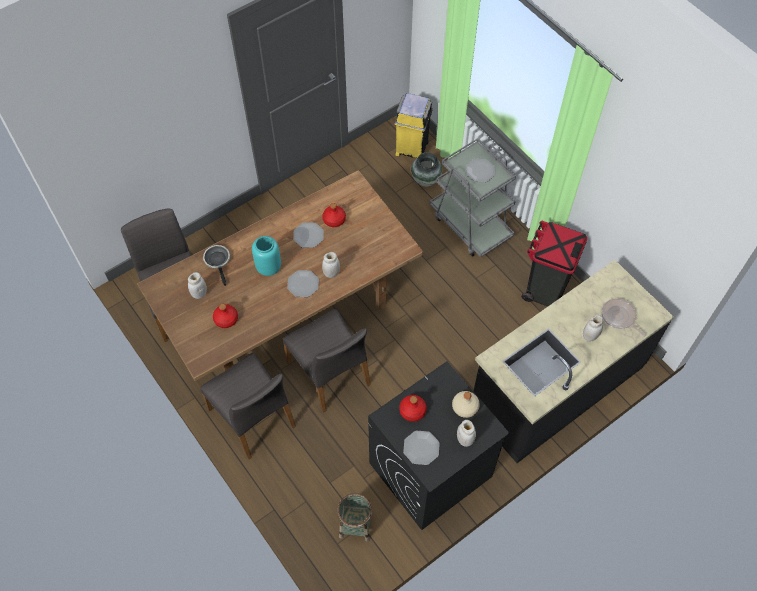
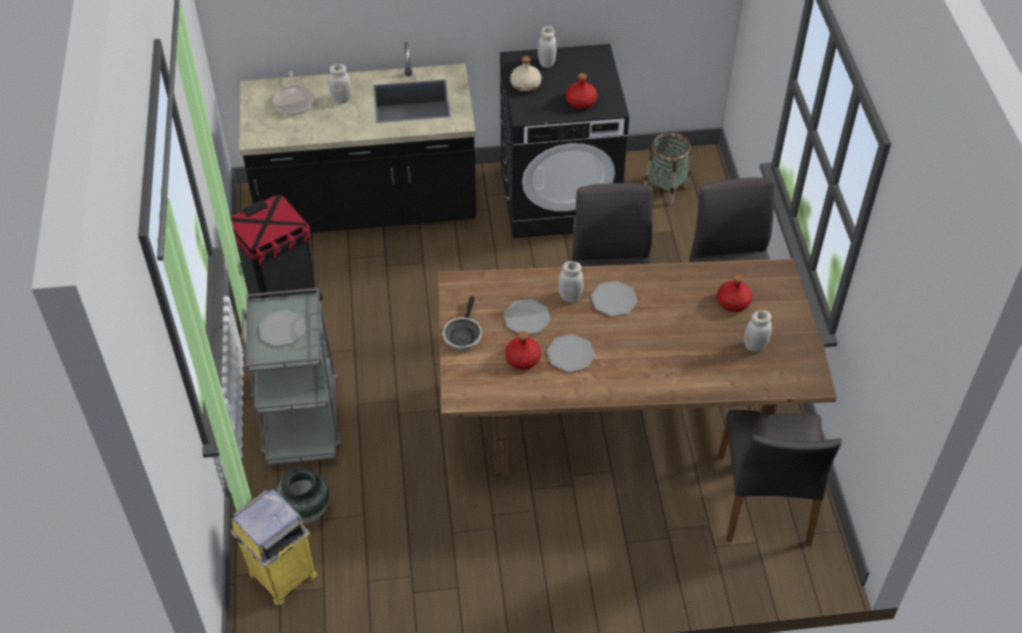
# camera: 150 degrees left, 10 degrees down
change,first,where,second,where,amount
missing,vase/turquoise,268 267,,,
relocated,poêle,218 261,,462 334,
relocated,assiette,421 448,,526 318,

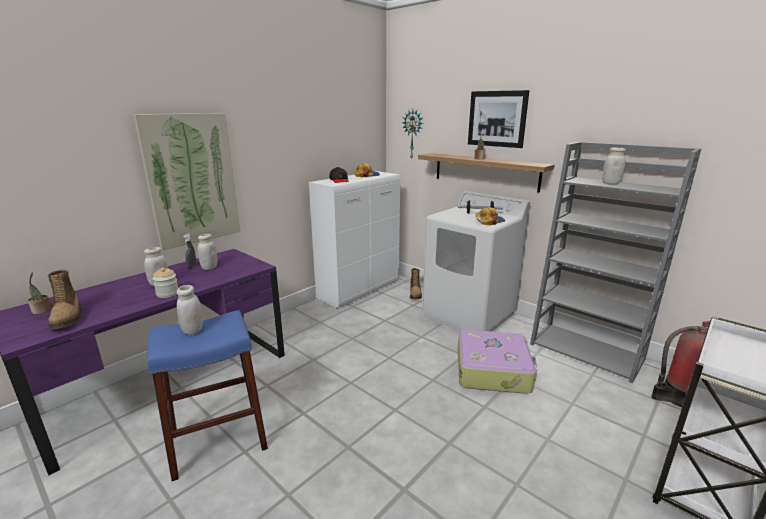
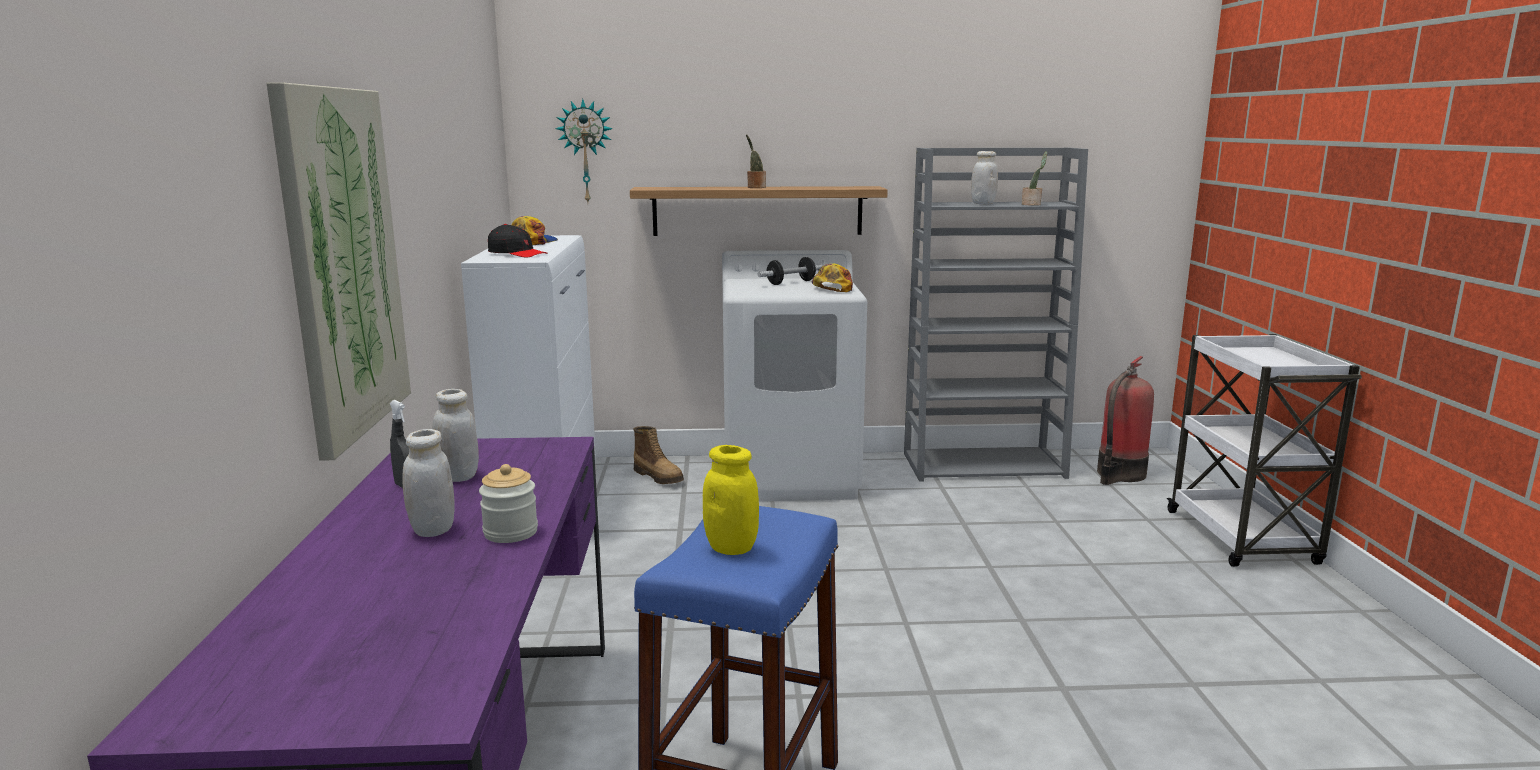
# camera: 45 degrees left, 5 degrees down
change,first,where,second,where,amount
missing,botte,68 318,,,
missing,valise,493 370,,,
missing,tableau,496 119,,,
relocated,plante en pot,42 311,,1032 204,
colour,bocal/blanc,193 330,bocal/jaune,731 548,

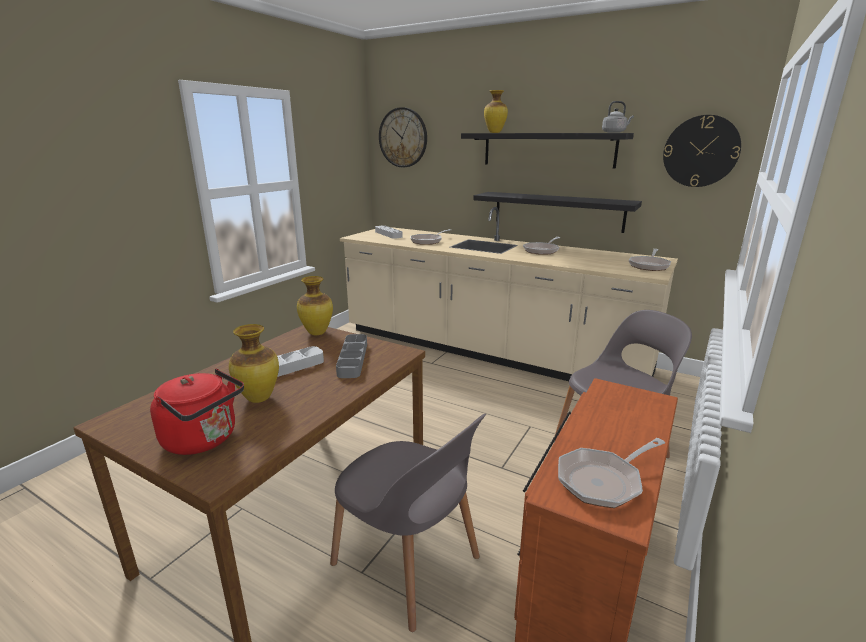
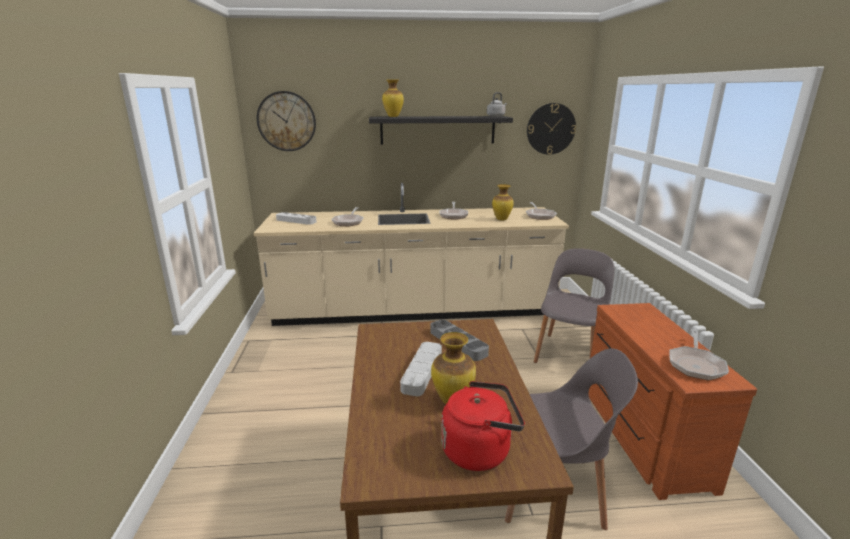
# camera: 35 degrees left, 0 degrees up
change,first,where,second,where,amount
missing,étagère/noir,557 211,,,
relocated,vase,318 333,,502 219,

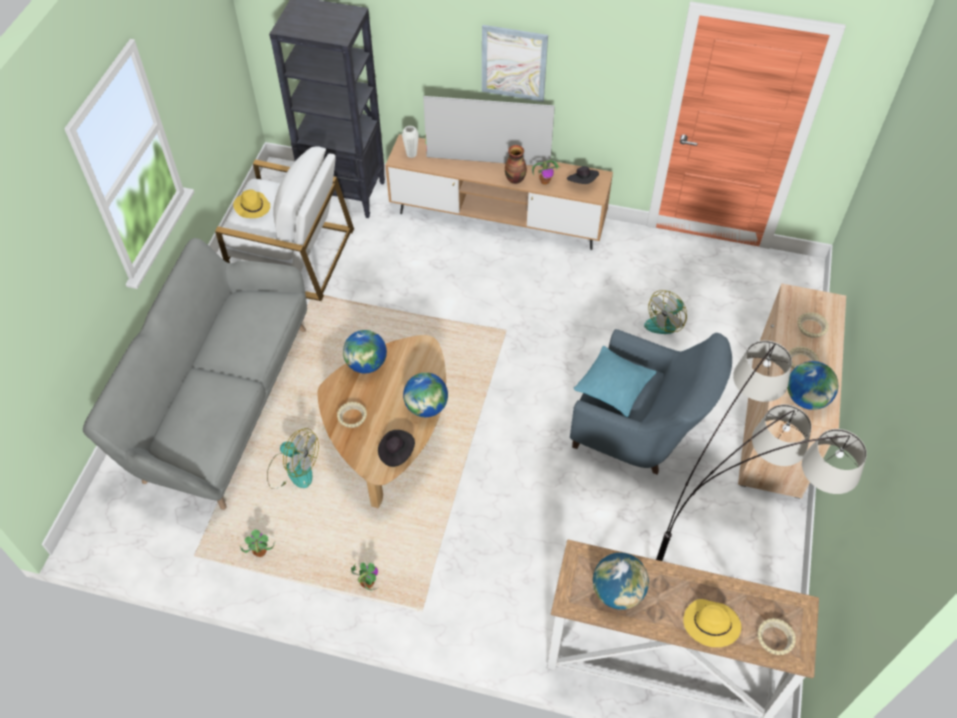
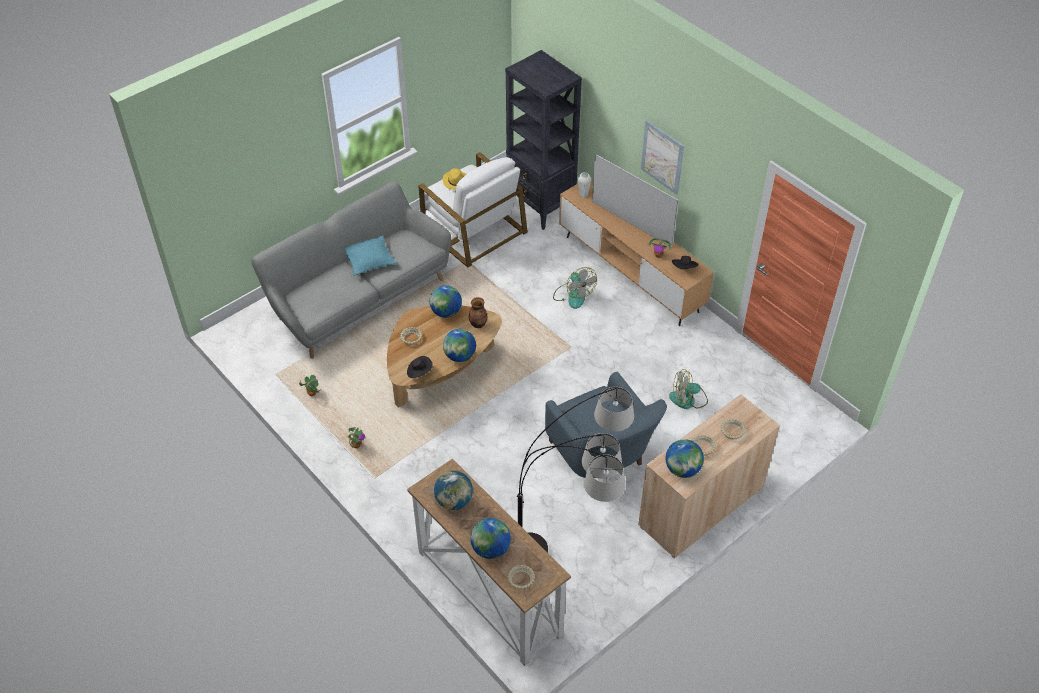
# camera: 35 degrees right, 5 degrees down
change,first,where,second,where,amount
relocated,ventilateur,293 469,,573 295,
relocated,vase,515 179,,478 324,
relocated,coussin/turquoise,614 386,,369 260,
exchanged,chapeau/jaune,710 624,globe,490 549,

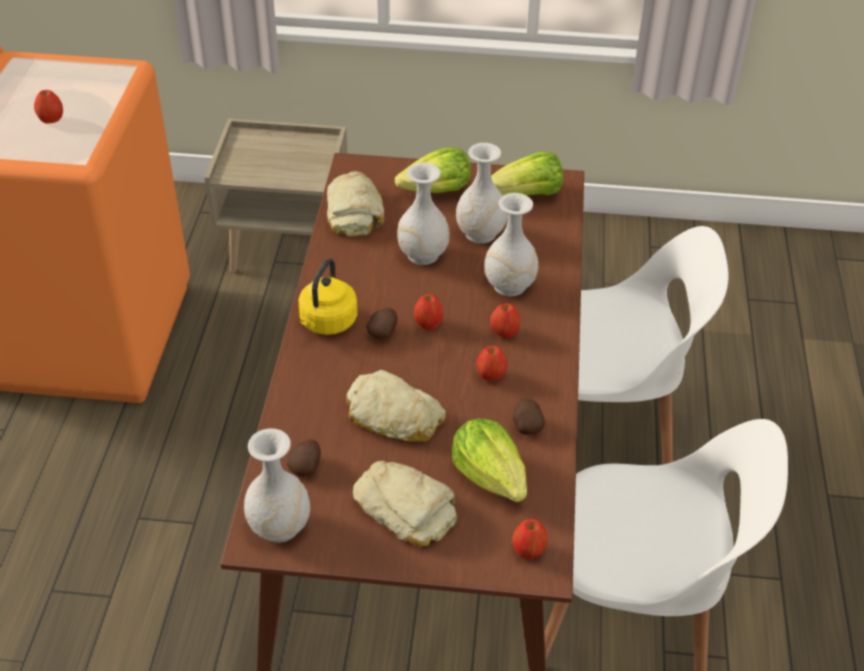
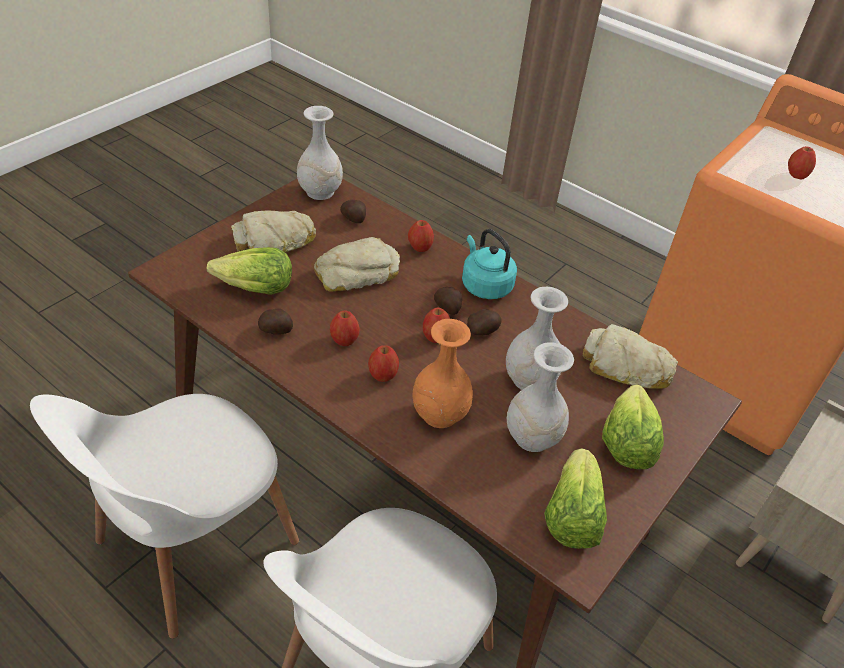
# camera: 120 degrees right, 0 degrees up
change,first,where,second,where,amount
appeared,,,pomme de terre,483 331,
relocated,pomme,528 551,,420 248,
colour,bouilloire/jaune,327 323,bouilloire/turquoise,485 285,
colour,vase/blanc,509 286,vase/orange,439 413,

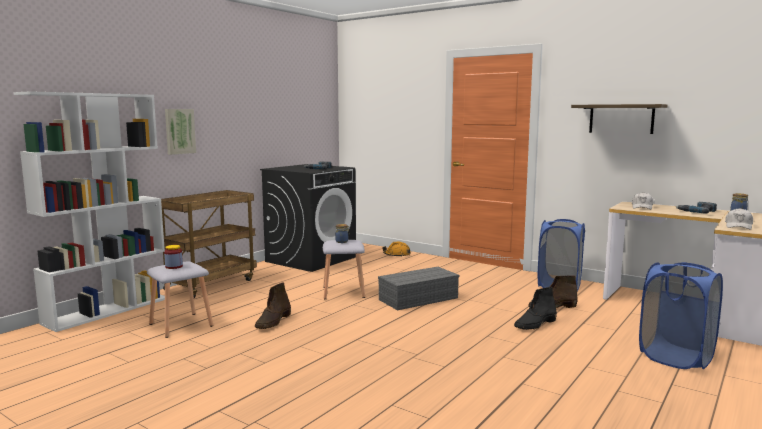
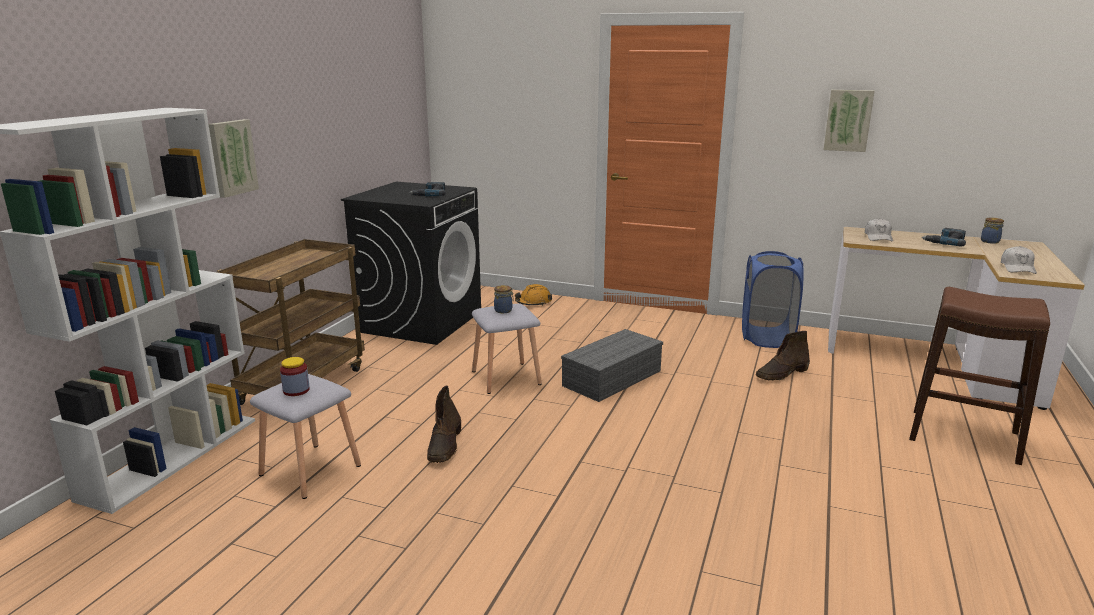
# camera: 15 degrees left, 10 degrees up
change,first,where,second,where,amount
missing,botte/noir,535 324,,,
exchanged,étagère,621 119,tableau,848 120,
exchanged,panier à linge/bleu,675 357,tabouret/marron,963 436,

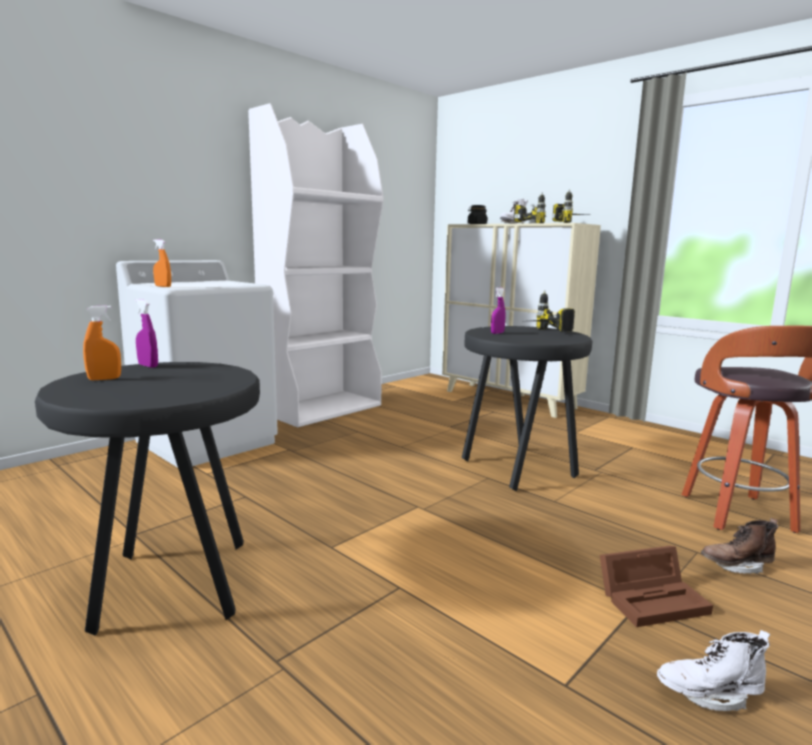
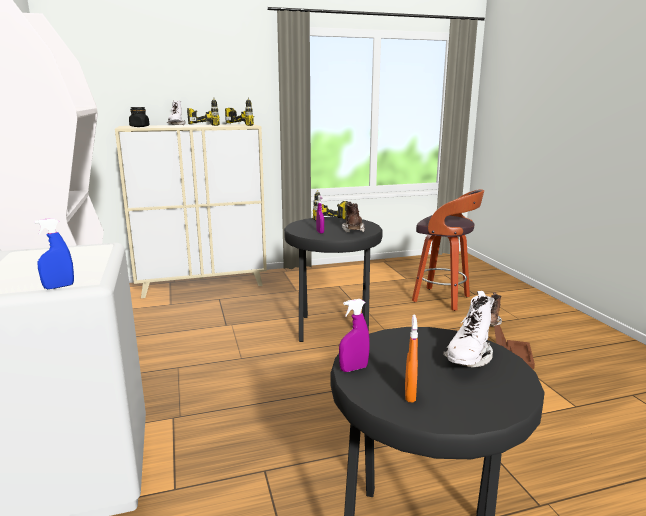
# camera: 60 degrees left, 5 degrees up
change,first,where,second,where,amount
appeared,,,botte/marron,353 229,
relocated,botte/blanc,708 694,,468 358,
colour,vaporisateur/orange,163 286,vaporisateur/bleu,59 286,

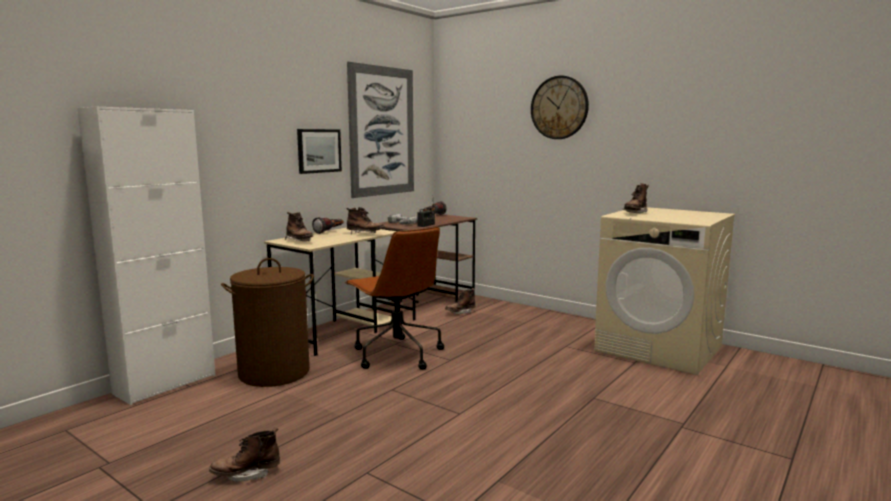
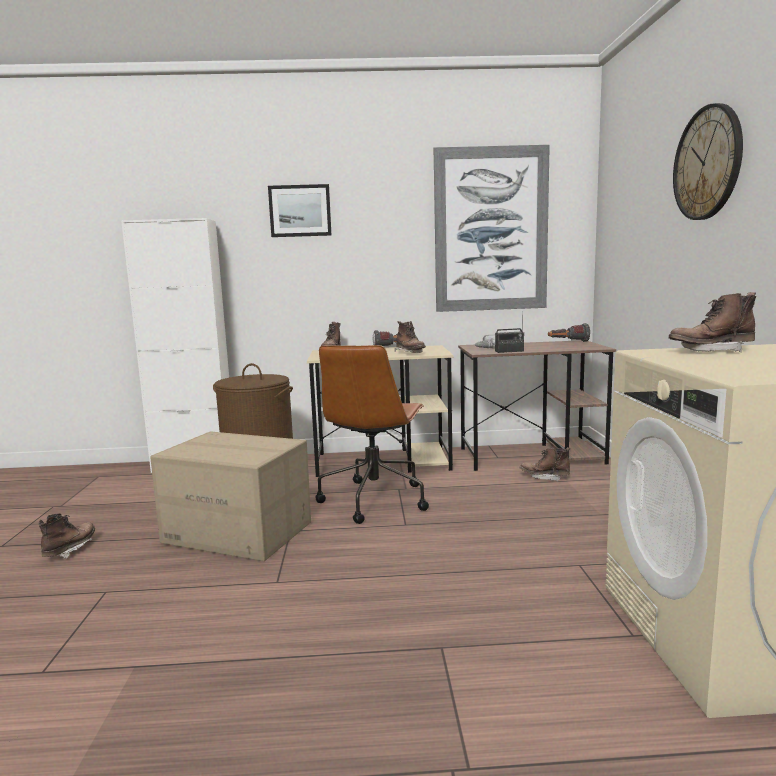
# camera: 50 degrees right, 0 degrees up
change,first,where,second,where,amount
appeared,,,carton,239 532,
relocated,tableau,319 151,,300 211,
spun,botte/marron,246 474,,70 549,75 degrees clockwise

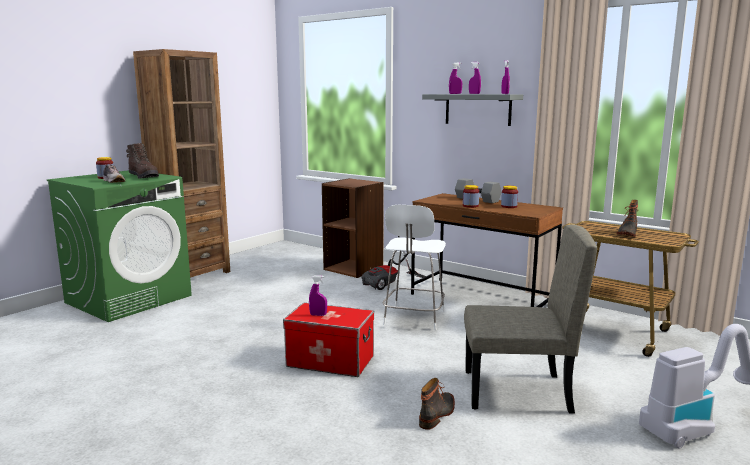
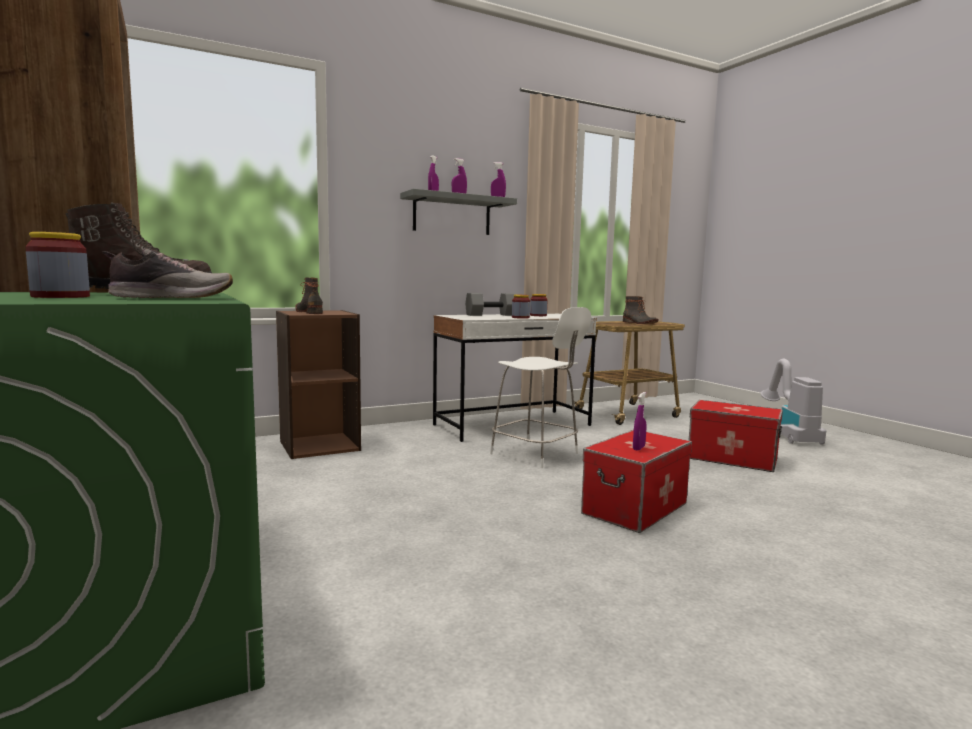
# camera: 65 degrees left, 5 degrees down
change,first,where,second,where,amount
missing,aspirateur,391 283,,,
relocated,botte,437 414,,310 312,
exchanged,chaise/beige,516 392,boîte de rangement,732 458,
colour,bureau/marron,481 300,bureau/blanc,513 425,

